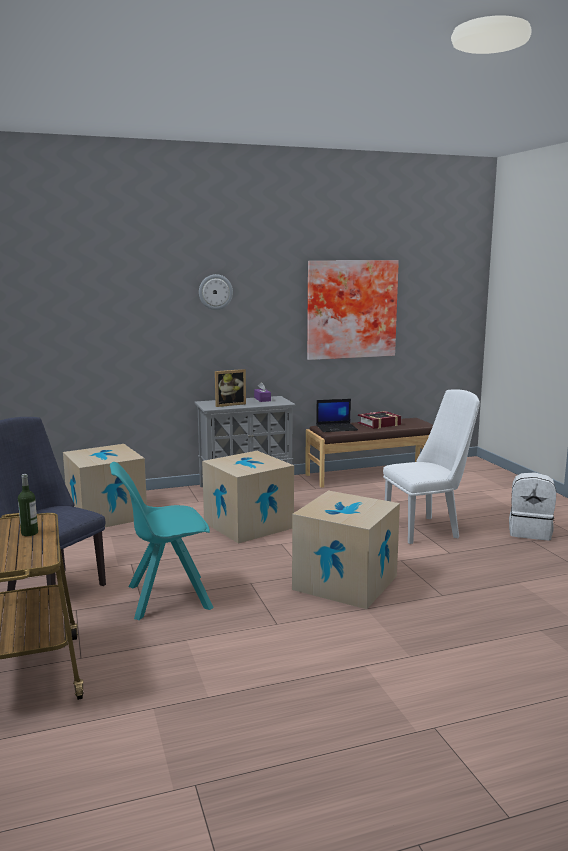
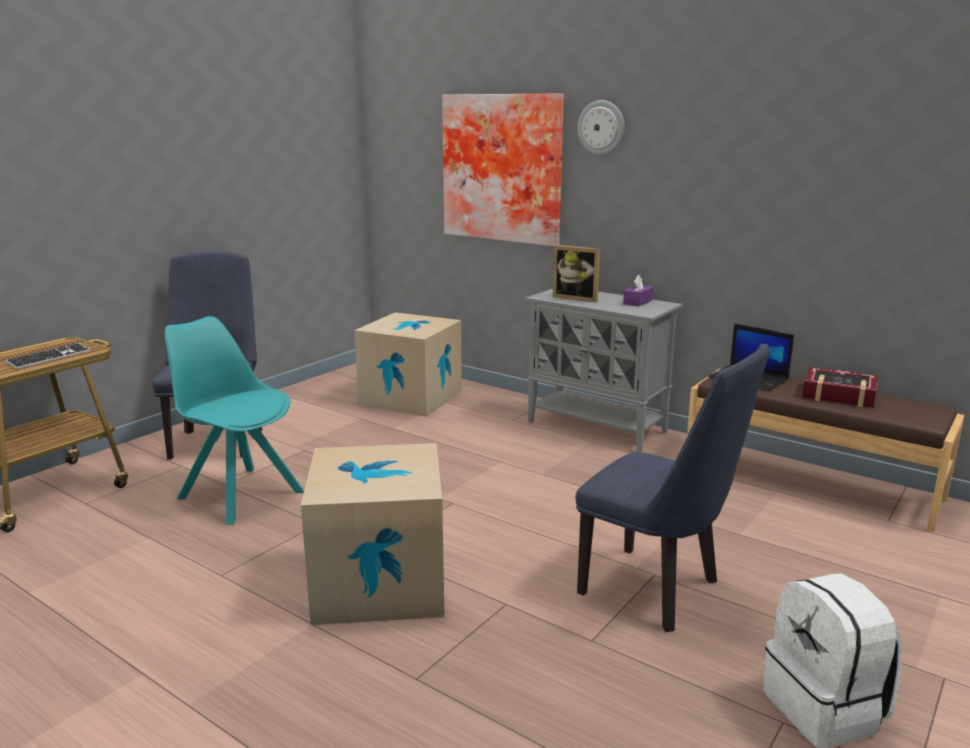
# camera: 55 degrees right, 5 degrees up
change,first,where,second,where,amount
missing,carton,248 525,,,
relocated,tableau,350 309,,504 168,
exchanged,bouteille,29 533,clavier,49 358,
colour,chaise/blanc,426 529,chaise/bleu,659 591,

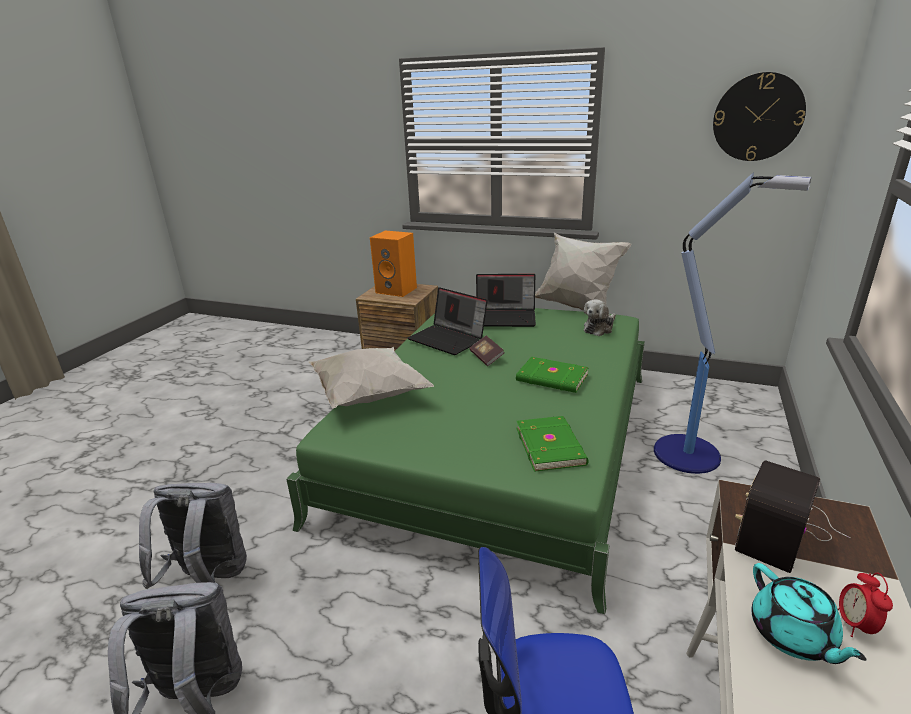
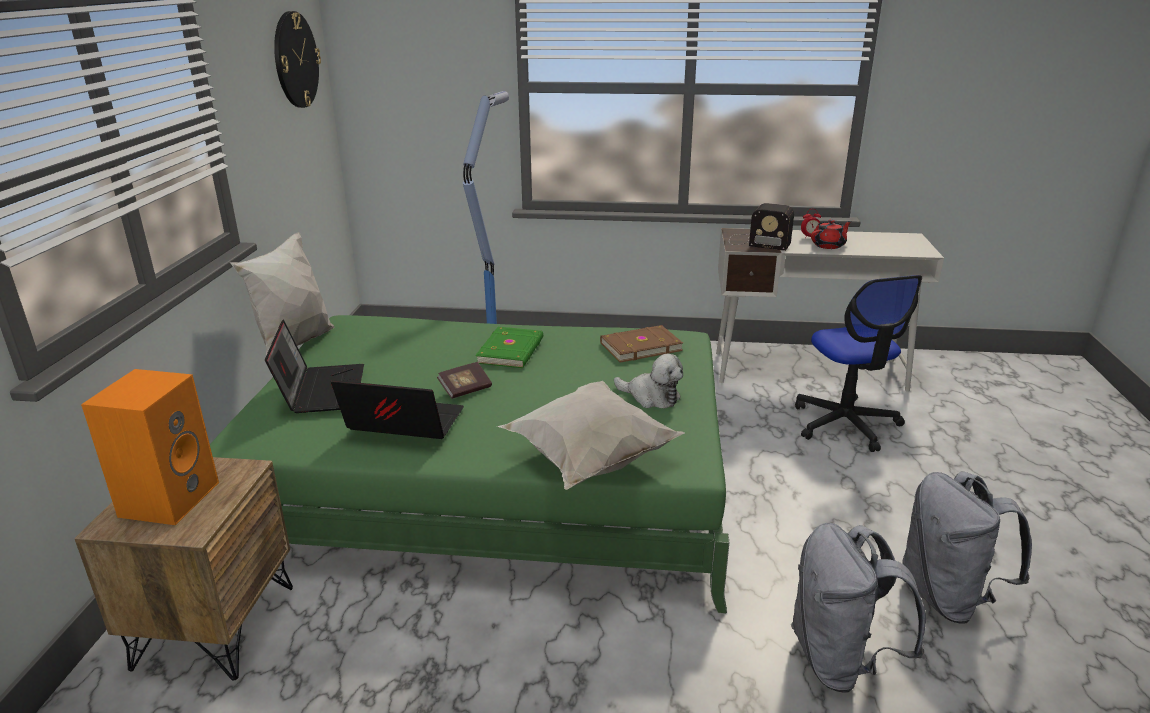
# camera: 105 degrees left, 0 degrees up
change,first,where,second,where,amount
relocated,peluche,599 328,,651 397,
colour,livre/vert,551 445,livre/marron,639 346,
colour,théière/turquoise,793 635,théière/rouge,829 245,
spun,ordinateur portable,449 339,,401 424,105 degrees counterclockwise

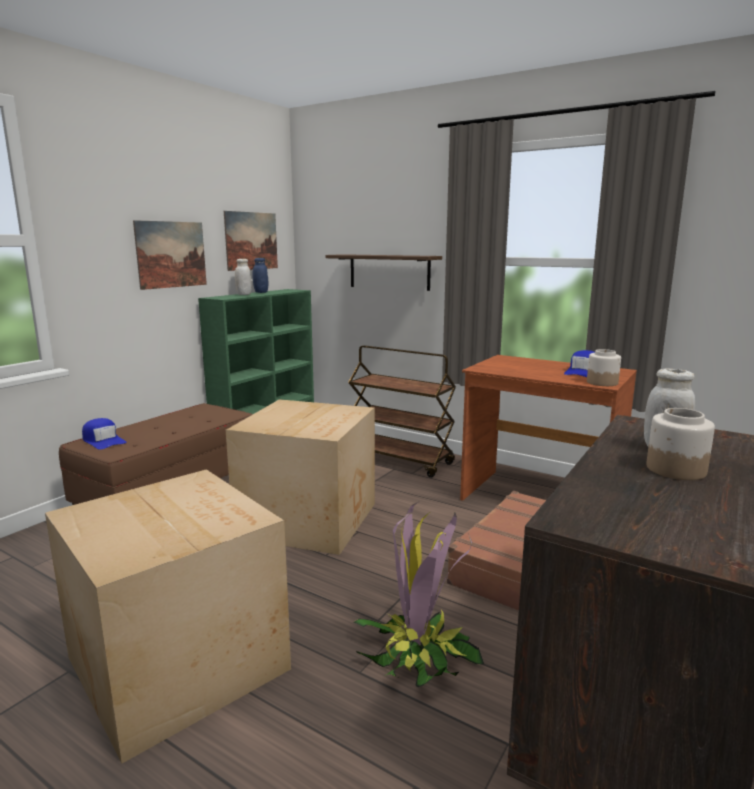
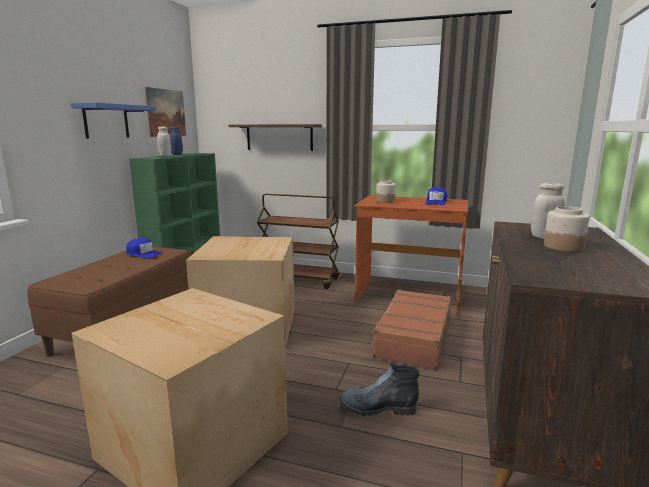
# camera: 15 degrees left, 0 degrees up
change,first,where,second,where,amount
relocated,casquette/bleu,103 441,,143 254,
relocated,bocal,602 382,,385 201,
exchanged,tableau,171 254,étagère/bleu,106 121,
exchanged,plante en pot,418 656,botte,376 408,

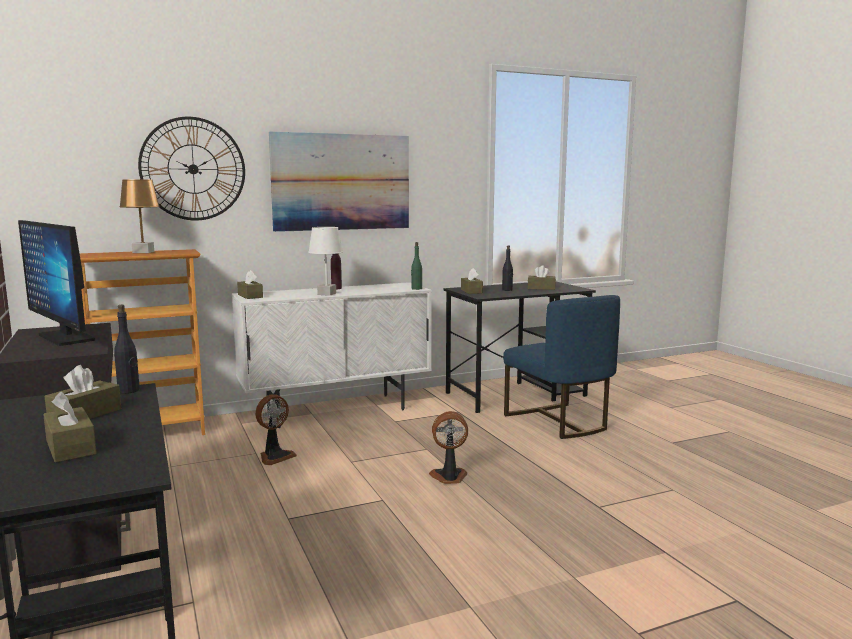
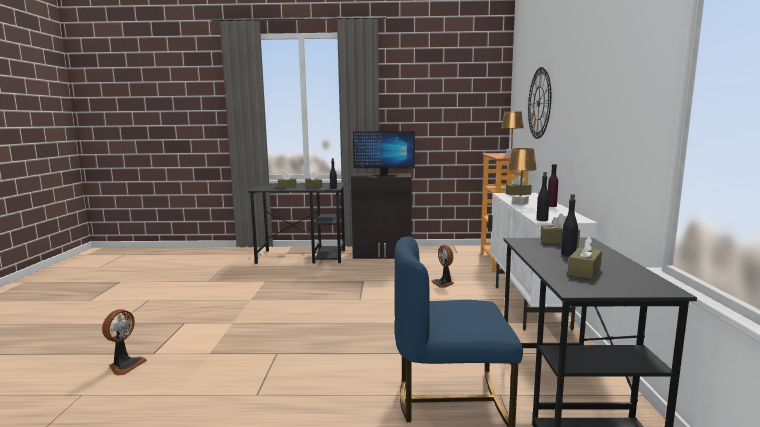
# camera: 115 degrees right, 0 degrees up
change,first,where,second,where,amount
missing,tableau,341 182,,,
relocated,ventilateur,449 477,,125 365,
colour,lampe de table/blanc,327 294,lampe de table/marron,519 203,
colour,bouteille/vert,416 288,bouteille/noir,542 220,
spun,écran d'ordinateur,66 337,,384 175,150 degrees counterclockwise

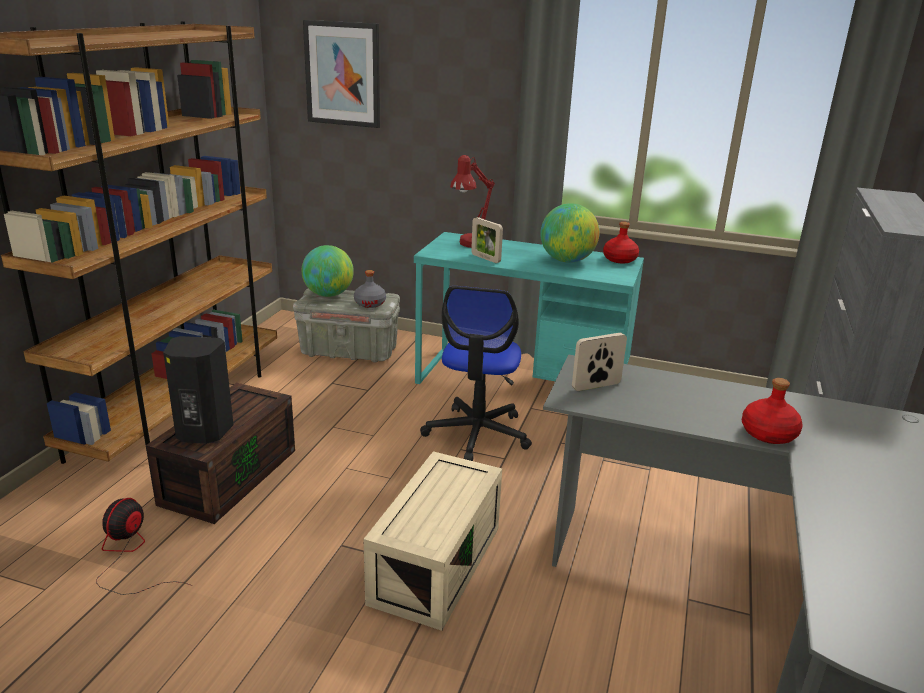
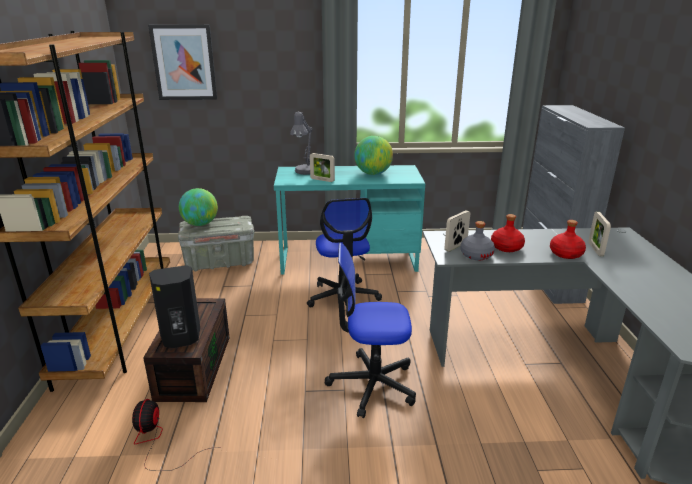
# camera: 20 degrees left, 0 degrees up
change,first,where,second,where,amount
appeared,,,cadre photo,595 249,
relocated,bouteille/gris,370 303,,476 255,
relocated,bouteille/rouge,620 259,,506 247,
exchanged,boîte de rangement/beige,435 562,chaise de bureau,372 384,
colour,lampe de table/rouge,471 245,lampe de table/gris,304 172,

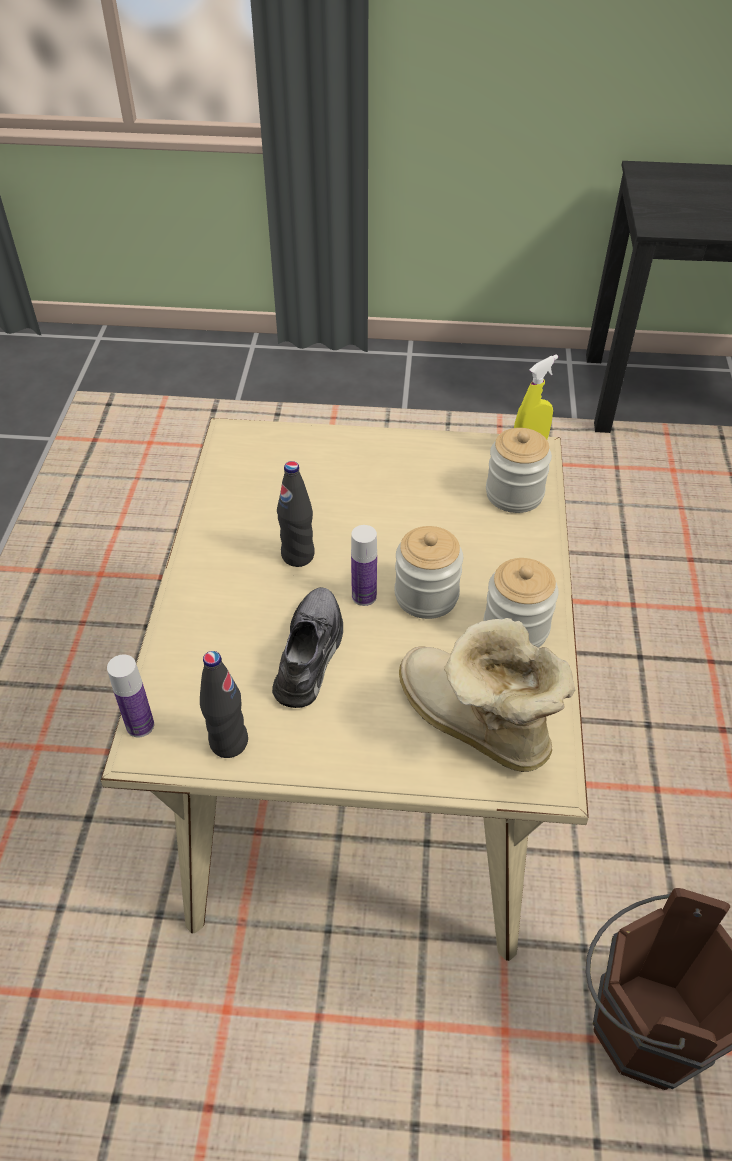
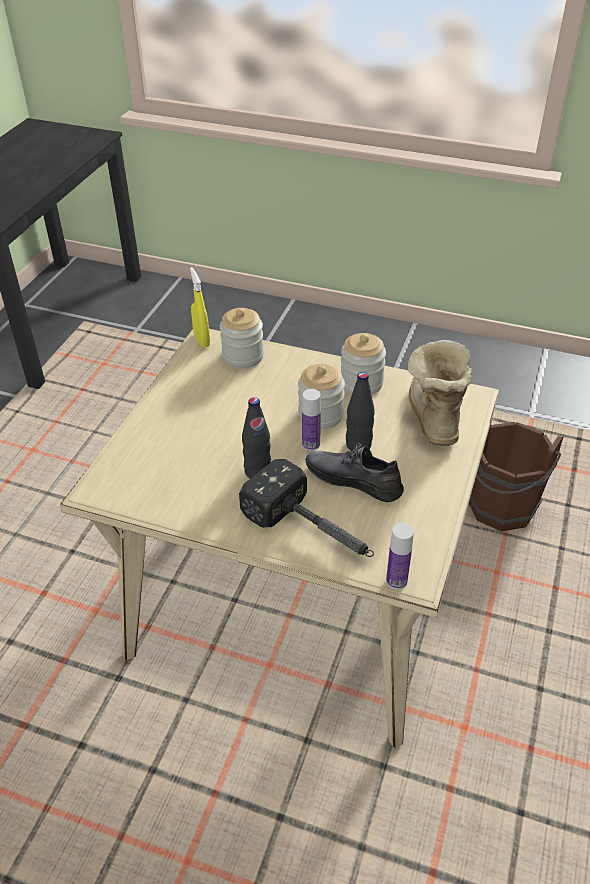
# camera: 75 degrees left, 5 degrees down
change,first,where,second,where,amount
appeared,,,marteau,313 531,
relocated,bouteille/noir,228 742,,358 445,
spun,botte,473 725,,431 417,120 degrees clockwise

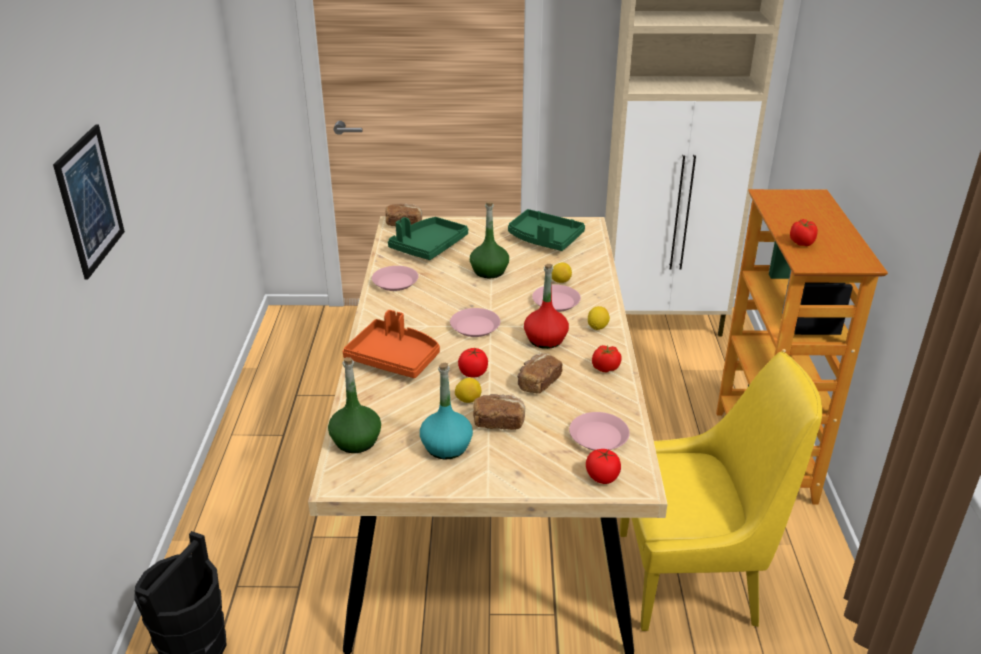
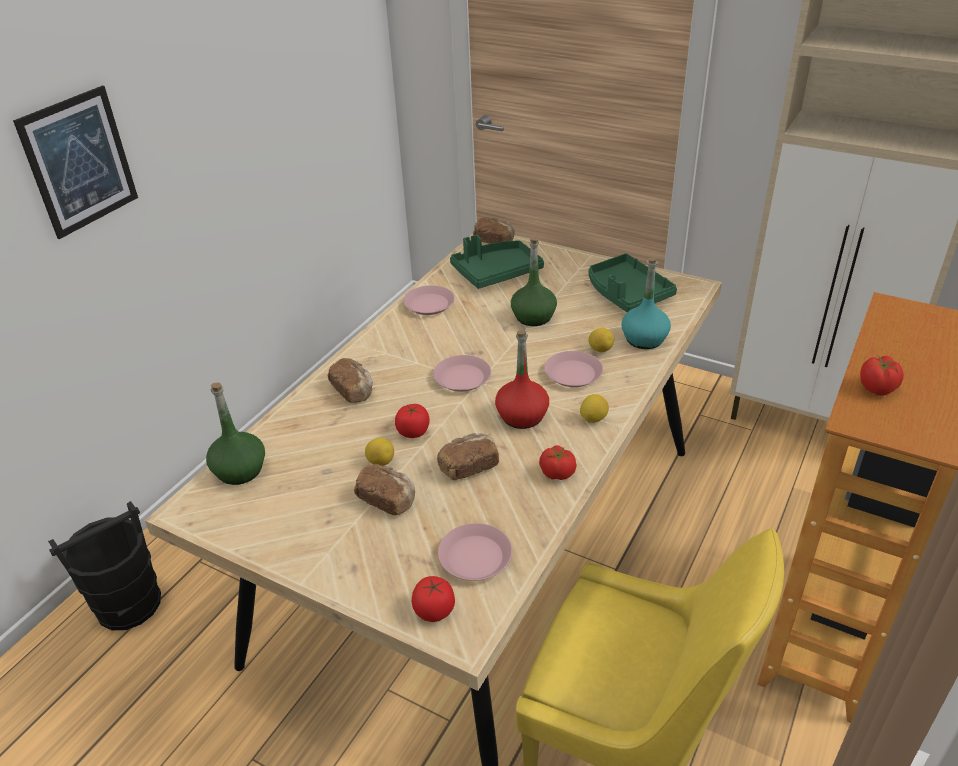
# camera: 30 degrees right, 5 degrees up
change,first,where,second,where,amount
relocated,bouteille/turquoise,446 447,,644 339,
exchanged,plateau/orange,394 358,pain,353 390,

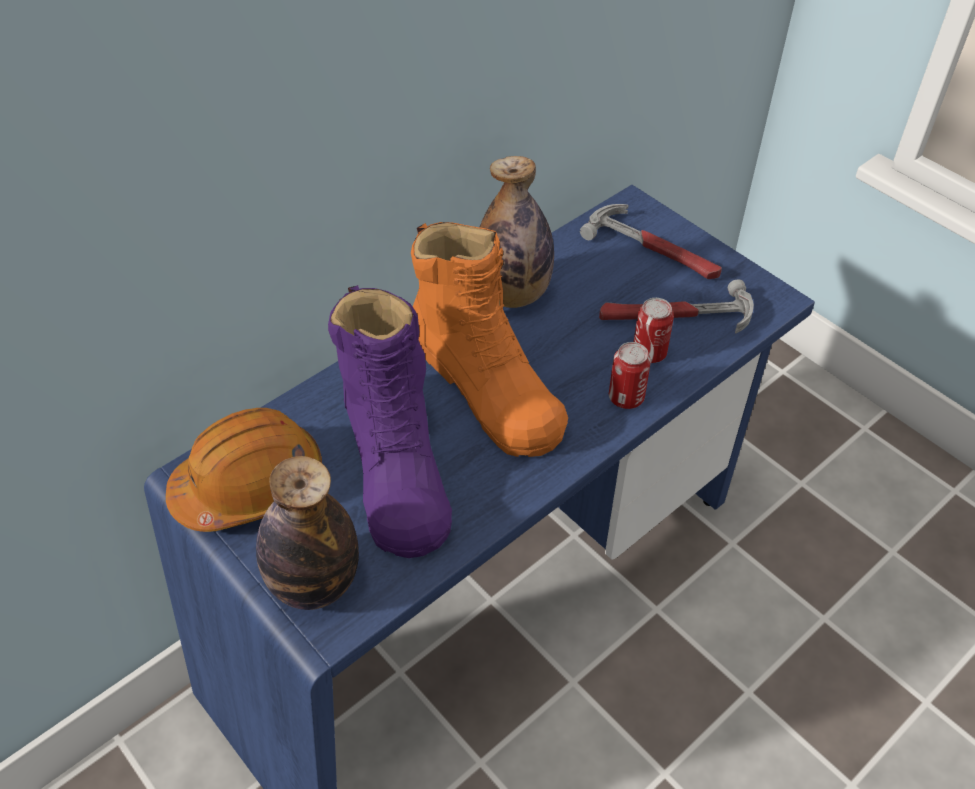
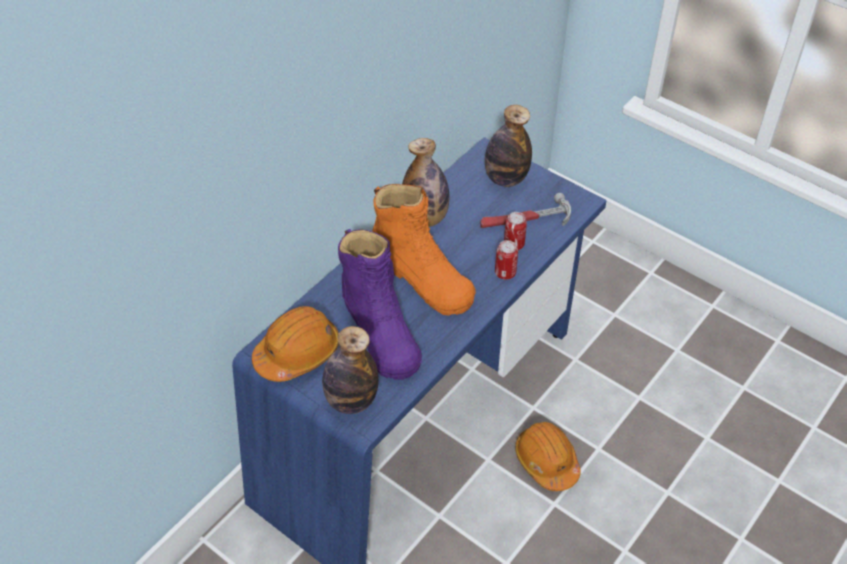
# camera: 10 degrees left, 0 degrees up
change,first,where,second,where,amount
appeared,,,casque de chantier/orange,546 461,
exchanged,marteau,654 249,bouteille,506 179,

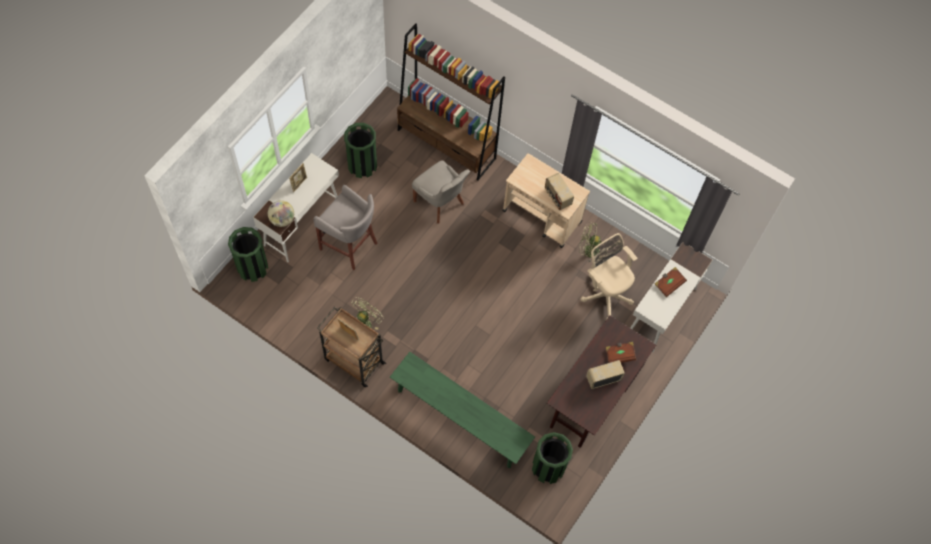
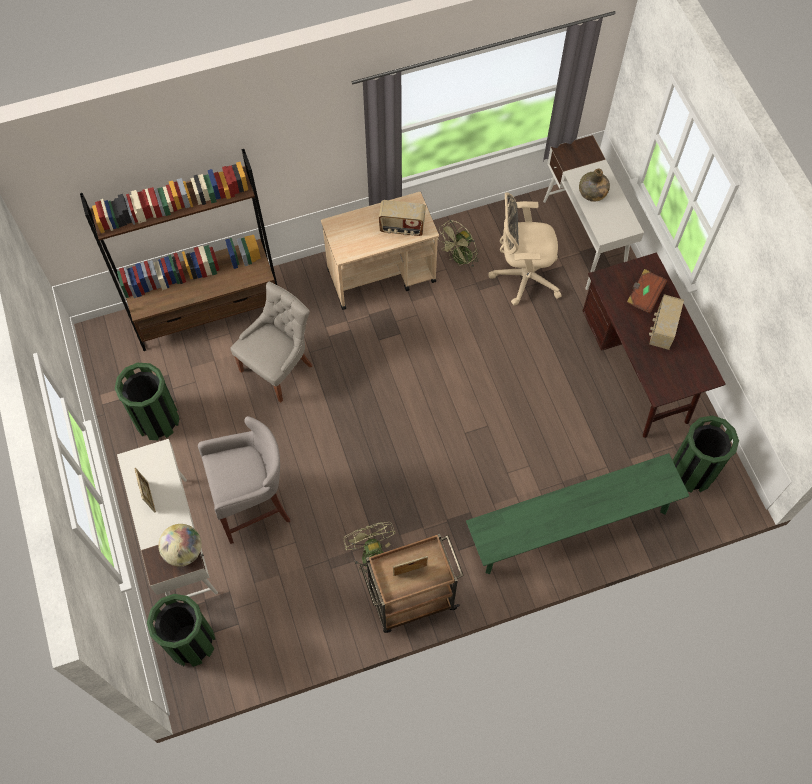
# camera: 50 degrees left, 0 degrees up
change,first,where,second,where,amount
exchanged,livre/marron,669 284,bouteille/vert,592 192,
spun,chaise/gris,440 202,,278 367,45 degrees counterclockwise

